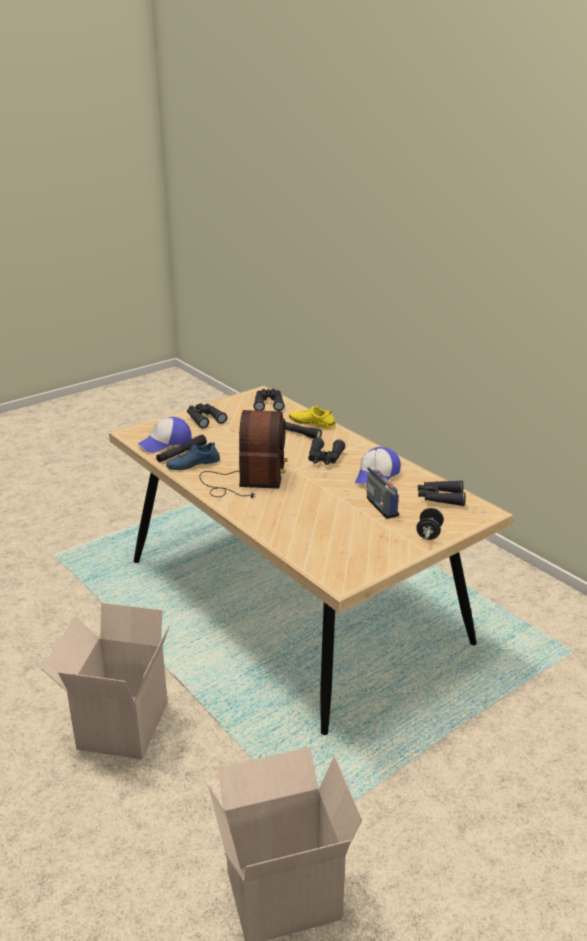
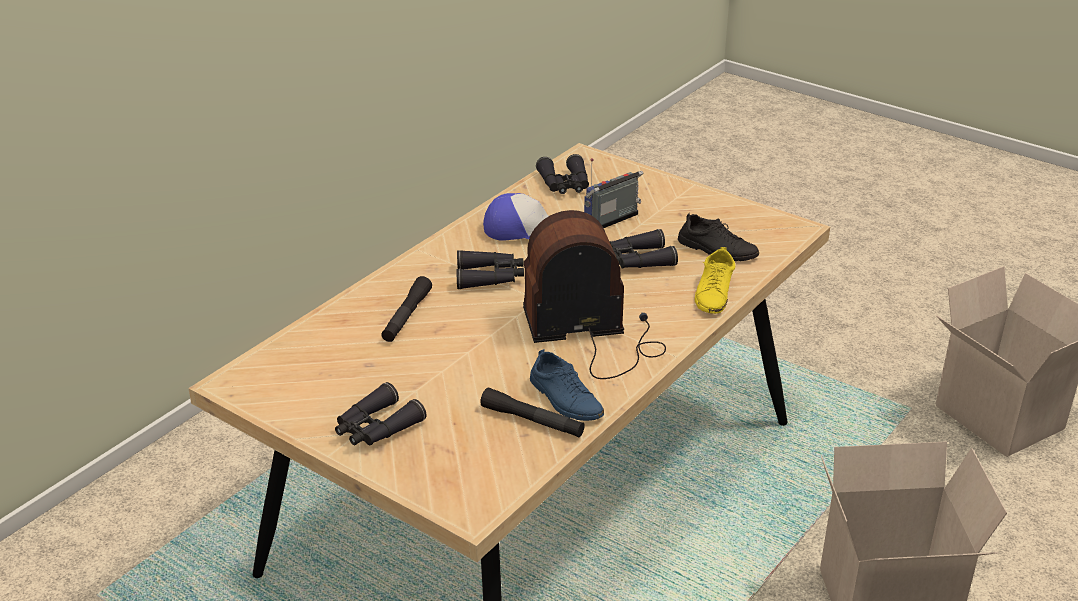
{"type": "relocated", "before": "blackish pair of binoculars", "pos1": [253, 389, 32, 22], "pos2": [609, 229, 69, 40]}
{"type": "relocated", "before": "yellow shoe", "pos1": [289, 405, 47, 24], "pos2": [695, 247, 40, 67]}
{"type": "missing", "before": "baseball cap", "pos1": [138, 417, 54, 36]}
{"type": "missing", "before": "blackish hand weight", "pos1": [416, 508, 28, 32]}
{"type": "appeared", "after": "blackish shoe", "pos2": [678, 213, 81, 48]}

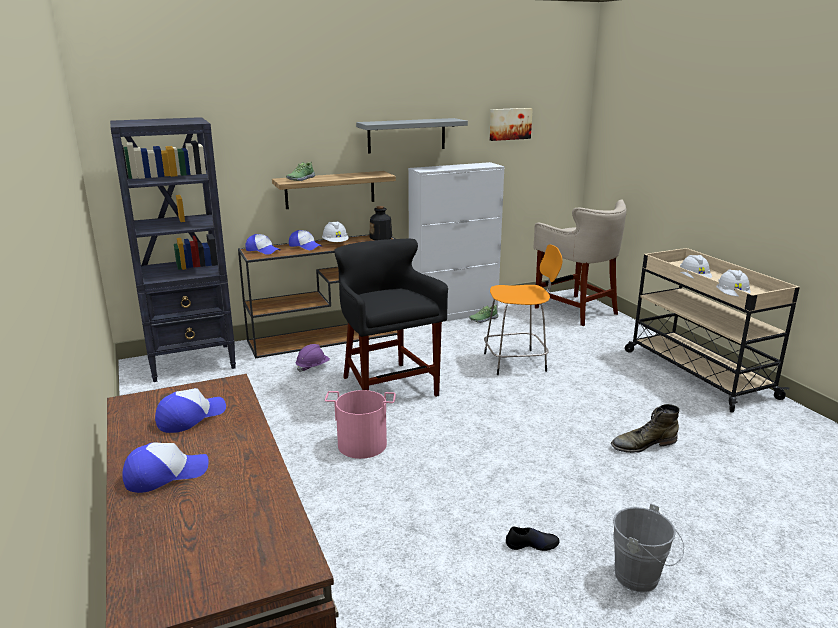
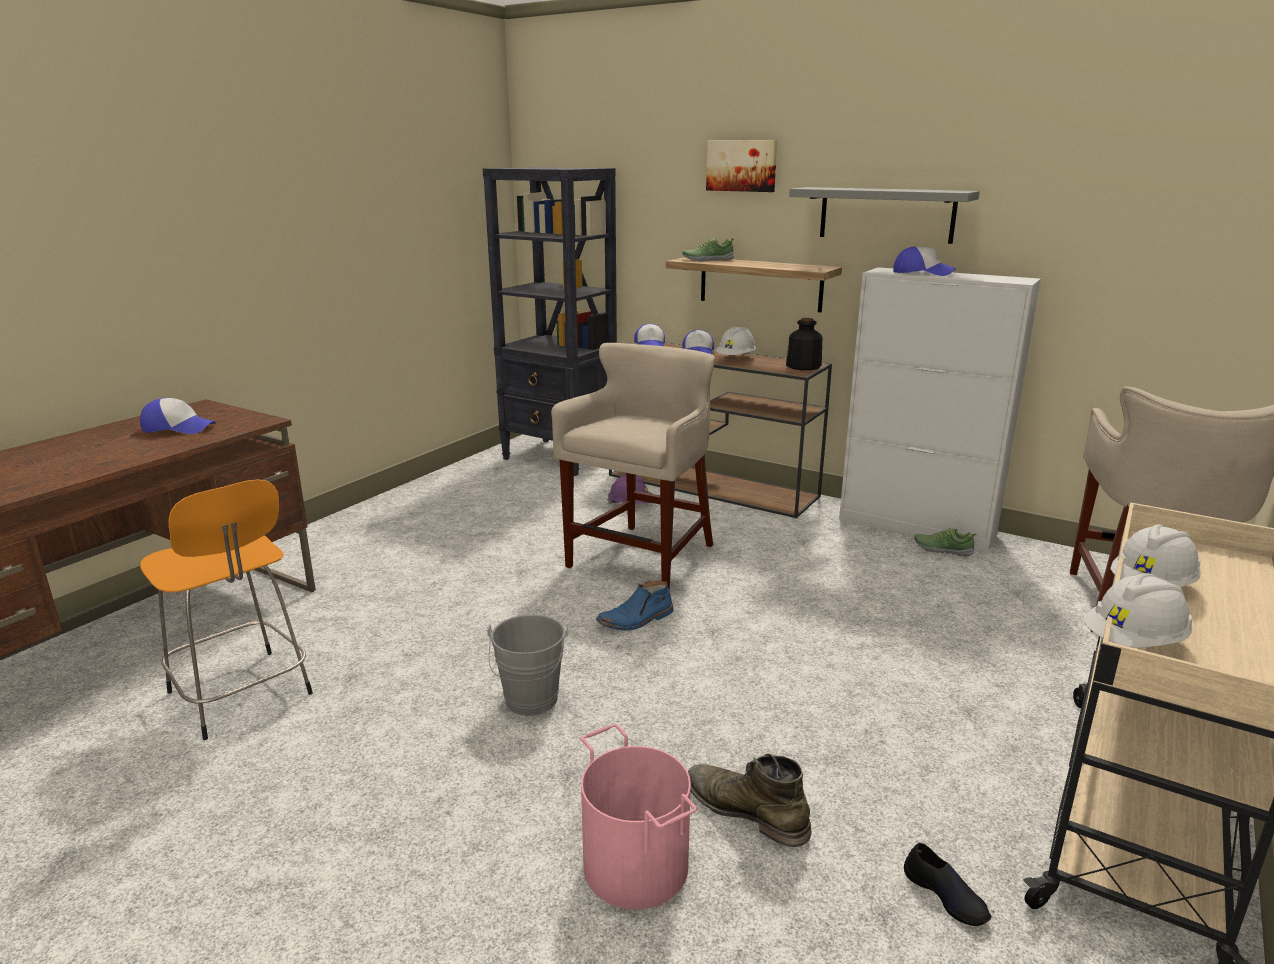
{"type": "relocated", "before": "wall picture", "pos1": [490, 108, 43, 33], "pos2": [706, 140, 71, 52]}
{"type": "colour", "before": "blackish stool seat", "after": "beige-coloured stool seat", "pos1": [334, 239, 114, 158], "pos2": [551, 343, 164, 247]}
{"type": "relocated", "before": "orange stool seat", "pos1": [484, 244, 78, 131], "pos2": [140, 479, 173, 261]}
{"type": "relocated", "before": "pink-coloured pail", "pos1": [325, 390, 71, 69], "pos2": [581, 724, 116, 185]}
{"type": "relocated", "before": "baseball cap", "pos1": [122, 443, 87, 50], "pos2": [893, 246, 63, 30]}
{"type": "relocated", "before": "gray pail", "pos1": [613, 504, 71, 88], "pos2": [487, 614, 81, 102]}
{"type": "relocated", "before": "blackish shoe", "pos1": [506, 527, 54, 24], "pos2": [904, 842, 87, 84]}
{"type": "appeared", "after": "blue-coloured high-top boot", "pos2": [596, 581, 77, 50]}

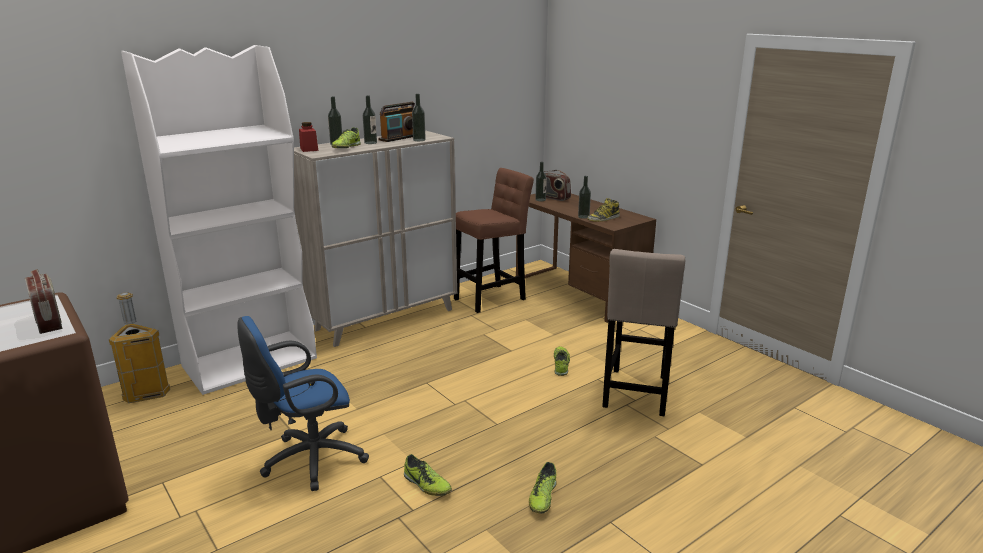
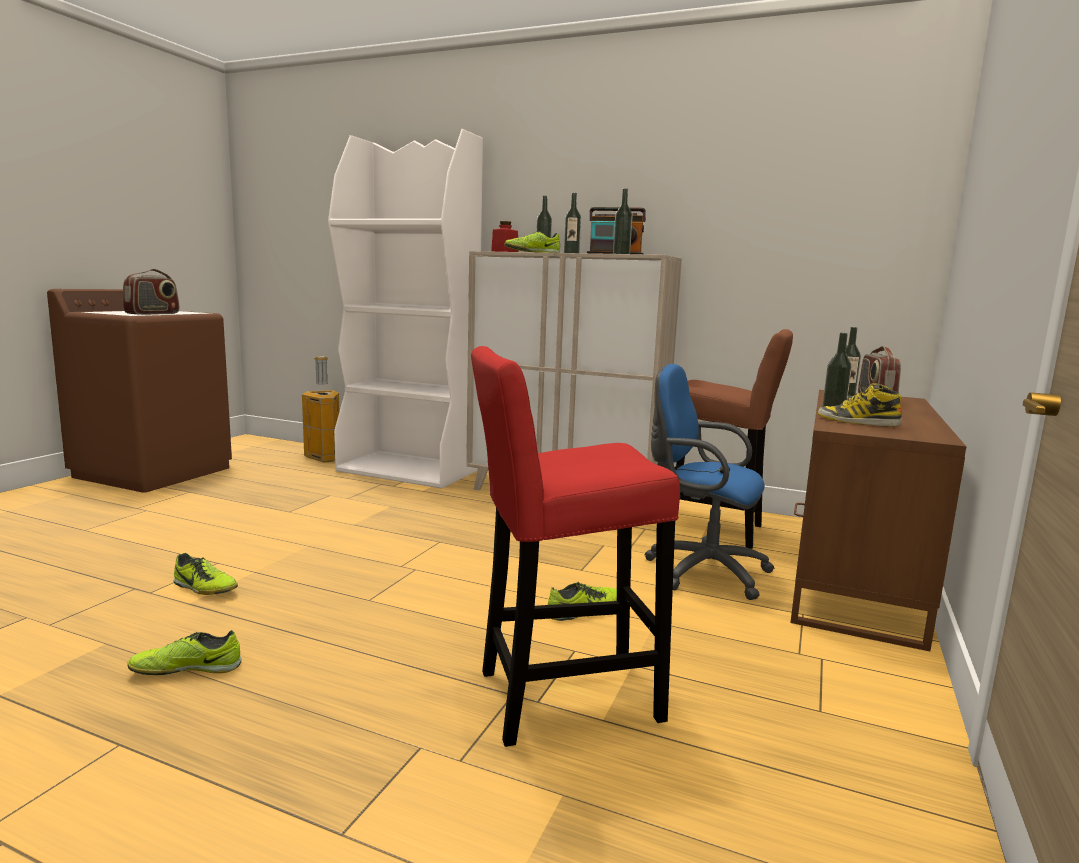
{"type": "colour", "before": "beige-coloured stool seat", "after": "reddish stool seat", "pos1": [602, 249, 83, 167], "pos2": [471, 346, 209, 401]}
{"type": "relocated", "before": "blue-coloured office chair", "pos1": [237, 316, 132, 175], "pos2": [645, 364, 129, 236]}
{"type": "spun", "before": "shoe", "pos1": [404, 454, 48, 42], "pos2": [174, 553, 64, 42], "turn": -75}

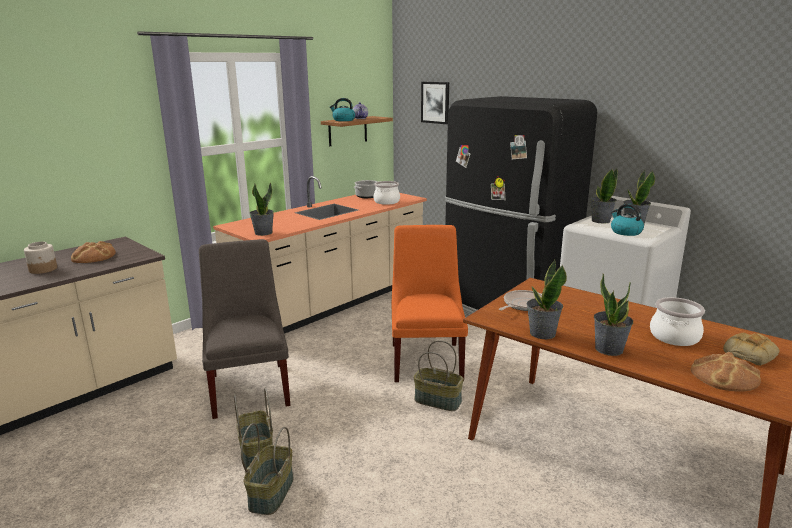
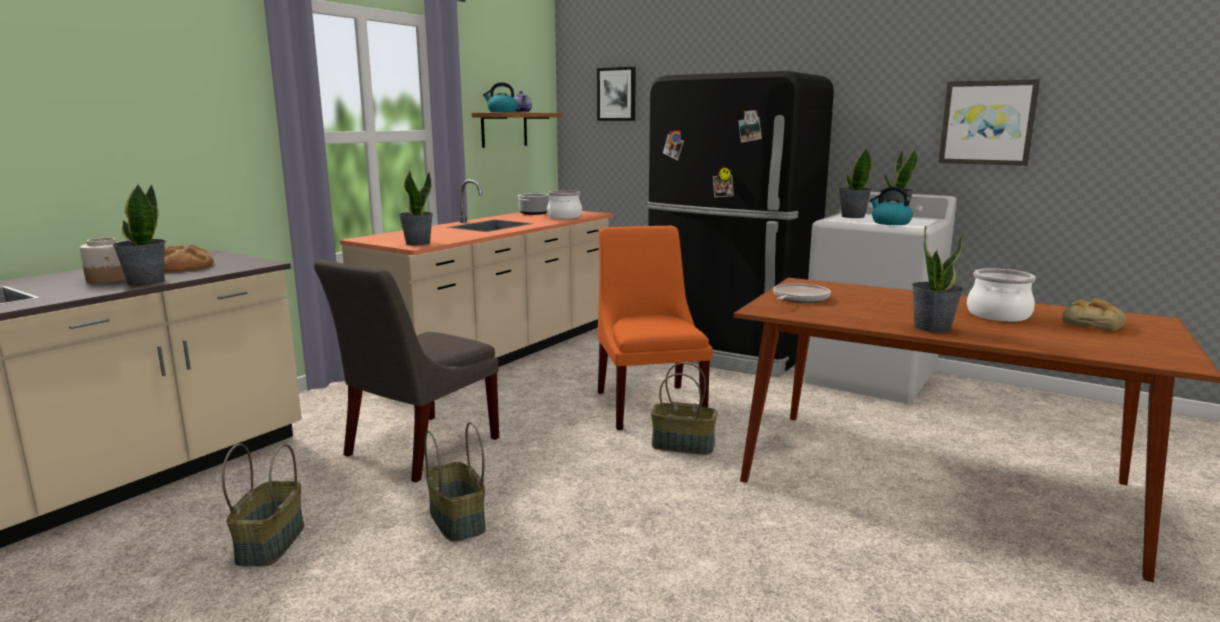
{"type": "spun", "before": "gray plain chair", "pos1": [199, 239, 91, 180], "pos2": [314, 259, 185, 223], "turn": -120}
{"type": "relocated", "before": "plant in a pot", "pos1": [527, 260, 40, 79], "pos2": [113, 185, 53, 101]}
{"type": "missing", "before": "bakery bread", "pos1": [691, 352, 70, 40]}
{"type": "relocated", "before": "basket", "pos1": [241, 423, 53, 92], "pos2": [222, 443, 82, 124]}
{"type": "appeared", "after": "wall picture", "pos2": [939, 79, 101, 87]}

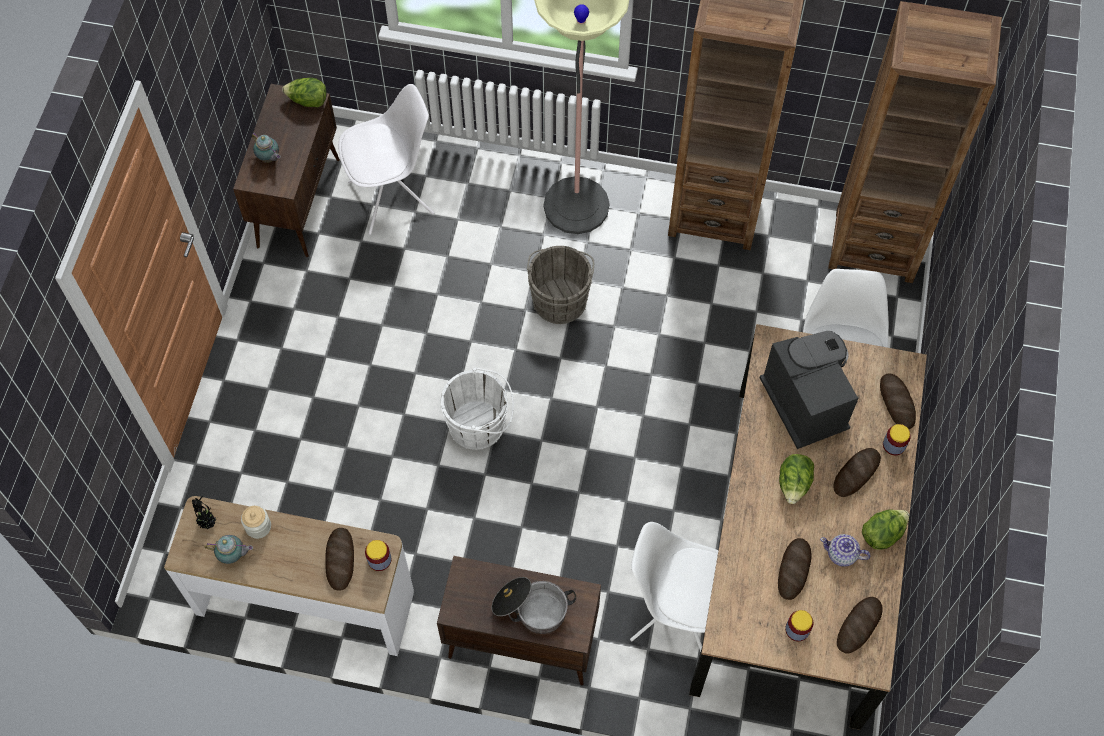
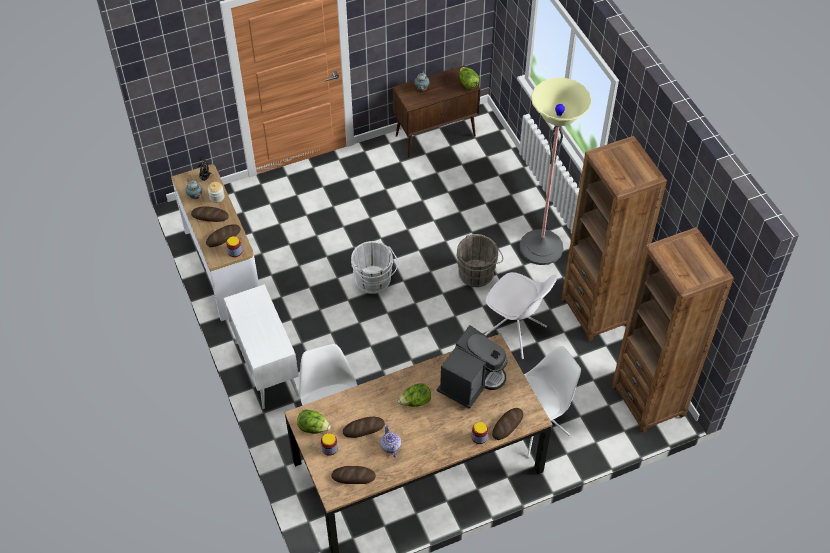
{"type": "relocated", "before": "white-coloured plain chair", "pos1": [338, 84, 96, 151], "pos2": [484, 272, 73, 87]}
{"type": "relocated", "before": "bakery bread", "pos1": [833, 448, 48, 49], "pos2": [191, 207, 38, 15]}
{"type": "relocated", "before": "lettuce", "pos1": [862, 510, 47, 40], "pos2": [297, 409, 34, 25]}
{"type": "colour", "before": "brown cupboard", "after": "white-coloured cupboard", "pos1": [437, 556, 164, 130], "pos2": [224, 284, 75, 125]}
{"type": "missing", "before": "stockpot", "pos1": [492, 577, 84, 57]}

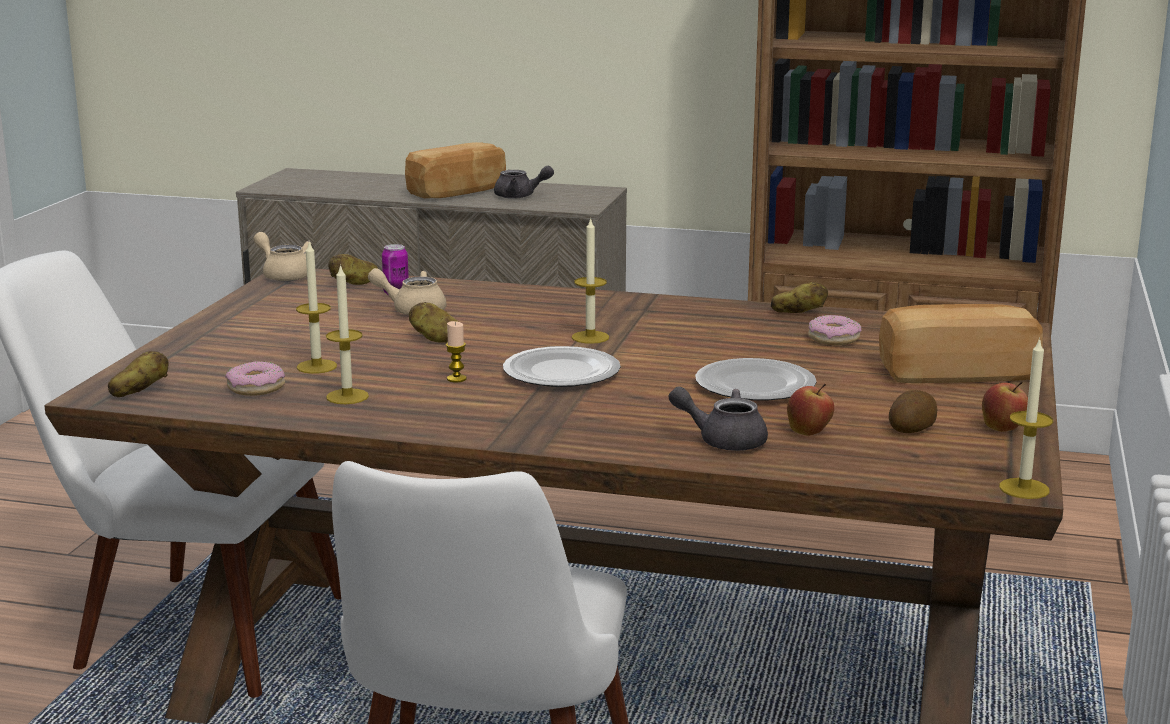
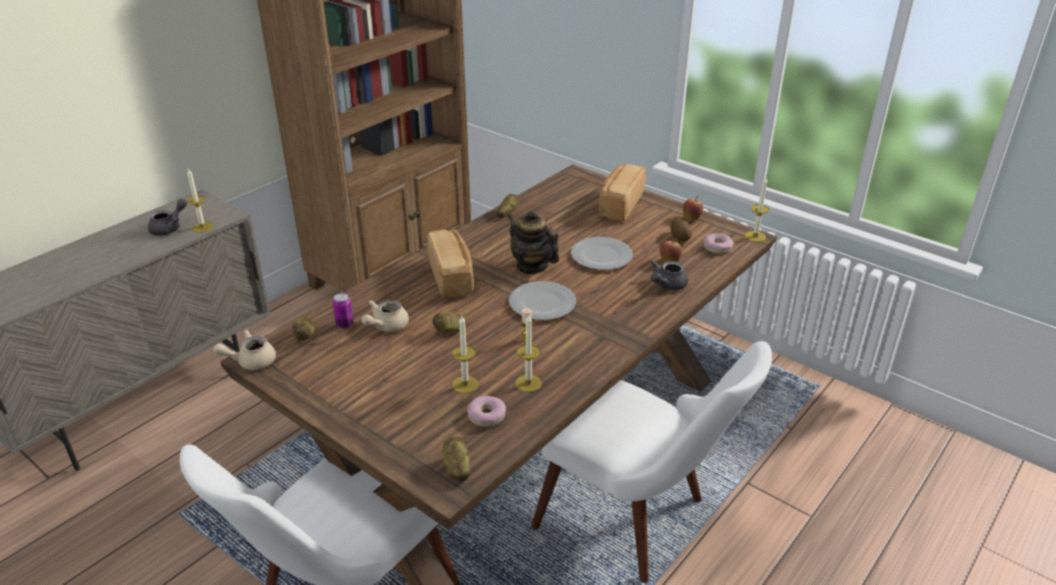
{"type": "relocated", "before": "bakery bread", "pos1": [405, 142, 101, 56], "pos2": [427, 229, 46, 70]}
{"type": "relocated", "before": "candle", "pos1": [572, 217, 37, 127], "pos2": [187, 168, 26, 65]}
{"type": "relocated", "before": "doughnut", "pos1": [808, 315, 53, 30], "pos2": [703, 233, 30, 21]}
{"type": "appeared", "after": "pot for tea", "pos2": [507, 210, 52, 64]}

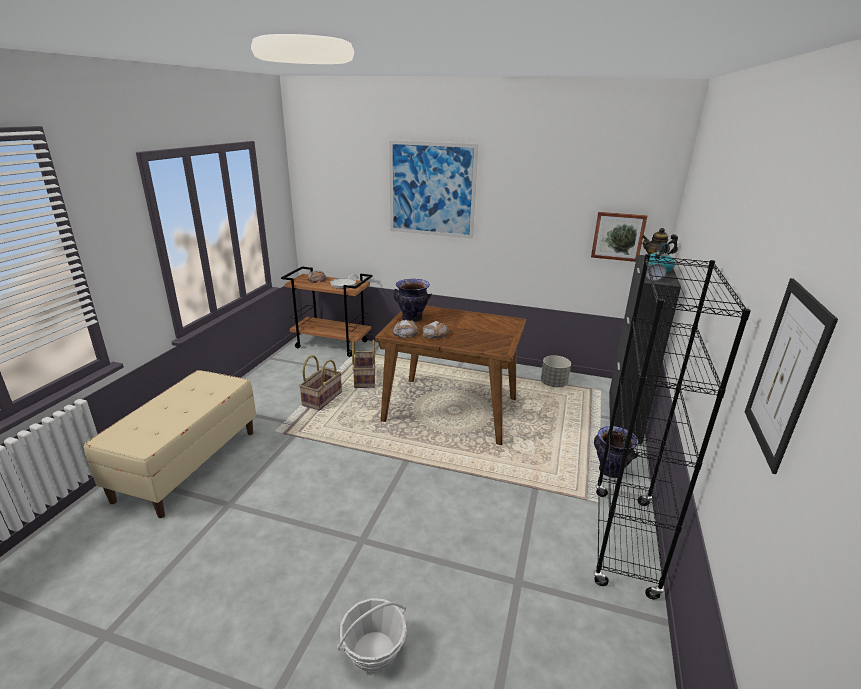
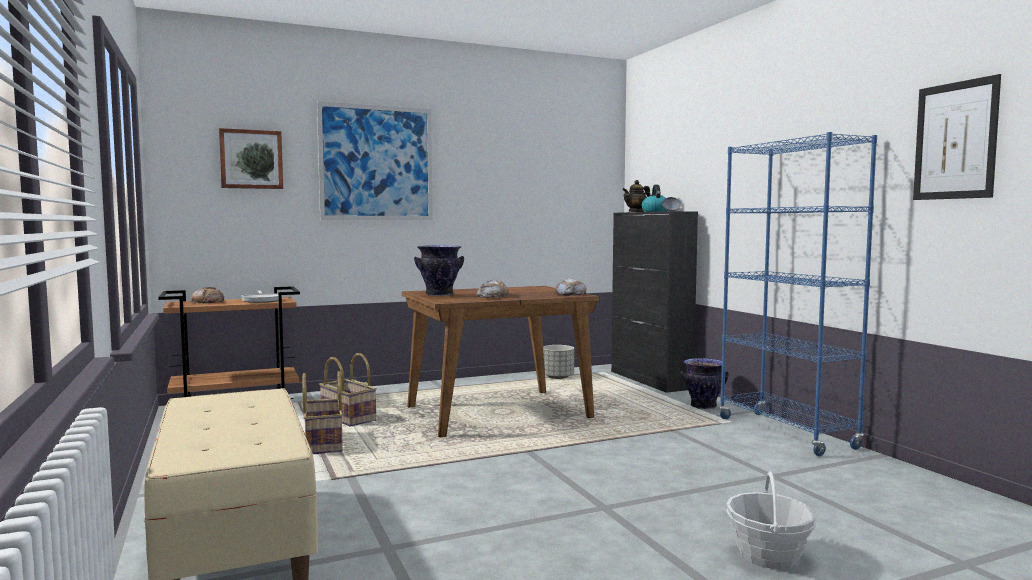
{"type": "relocated", "before": "wall picture", "pos1": [591, 212, 56, 50], "pos2": [219, 128, 64, 61]}
{"type": "colour", "before": "blackish bookcase", "after": "blue-coloured bookcase", "pos1": [593, 254, 158, 345], "pos2": [719, 132, 158, 324]}
{"type": "relocated", "before": "bakery bread", "pos1": [393, 320, 26, 18], "pos2": [555, 278, 32, 18]}

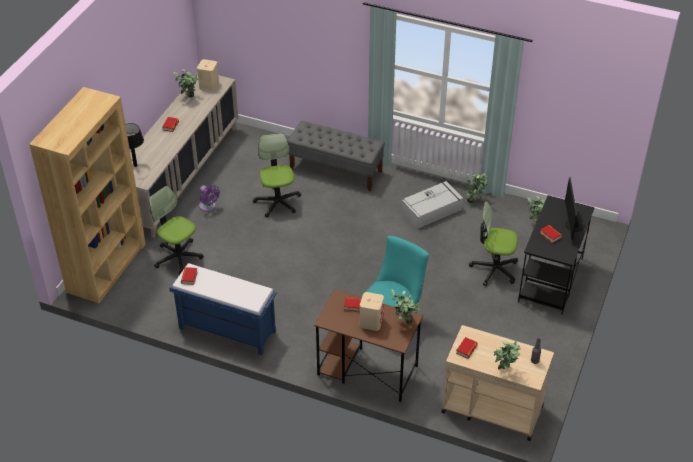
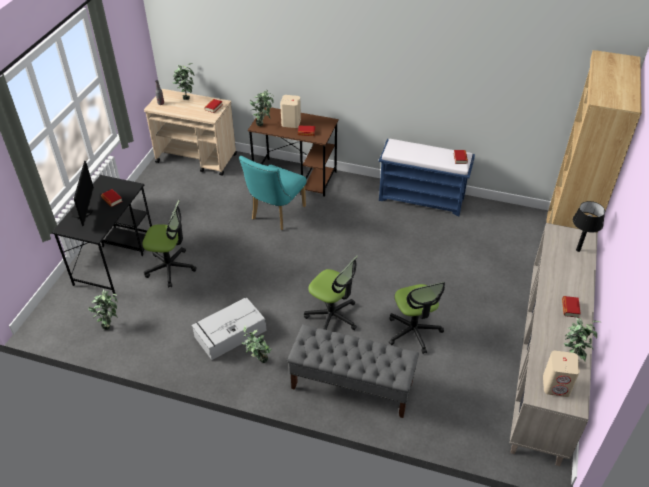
{"type": "relocated", "before": "plant in a pot", "pos1": [464, 172, 24, 31], "pos2": [242, 325, 30, 38]}
{"type": "missing", "before": "purple-coloured cooling fan", "pos1": [199, 185, 21, 27]}
{"type": "relocated", "before": "office chair", "pos1": [149, 186, 55, 89], "pos2": [304, 255, 54, 75]}

